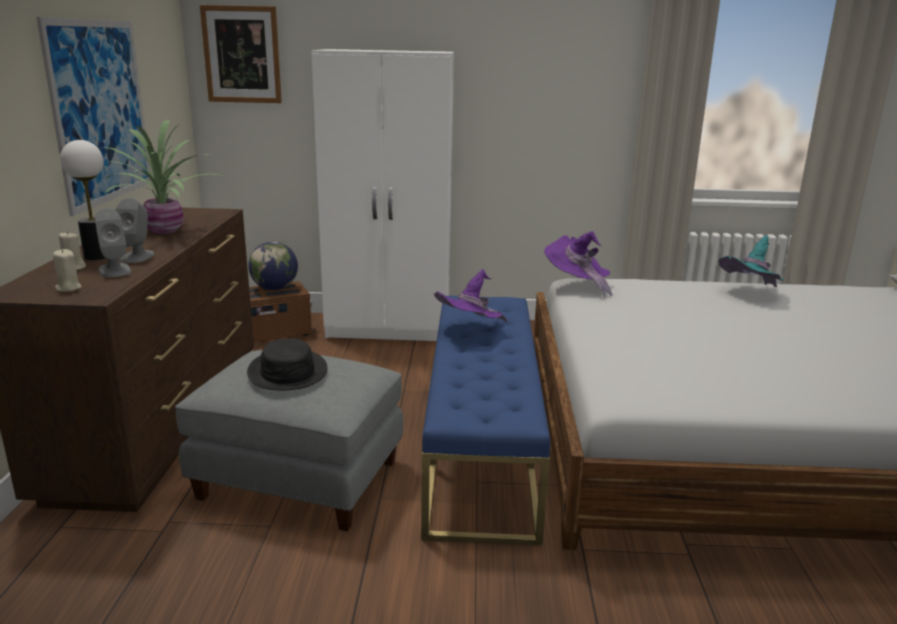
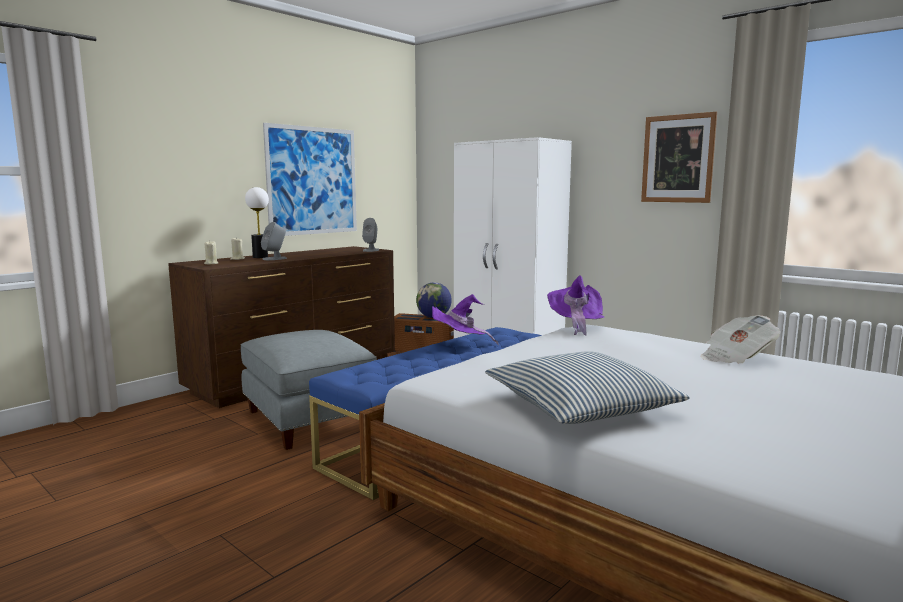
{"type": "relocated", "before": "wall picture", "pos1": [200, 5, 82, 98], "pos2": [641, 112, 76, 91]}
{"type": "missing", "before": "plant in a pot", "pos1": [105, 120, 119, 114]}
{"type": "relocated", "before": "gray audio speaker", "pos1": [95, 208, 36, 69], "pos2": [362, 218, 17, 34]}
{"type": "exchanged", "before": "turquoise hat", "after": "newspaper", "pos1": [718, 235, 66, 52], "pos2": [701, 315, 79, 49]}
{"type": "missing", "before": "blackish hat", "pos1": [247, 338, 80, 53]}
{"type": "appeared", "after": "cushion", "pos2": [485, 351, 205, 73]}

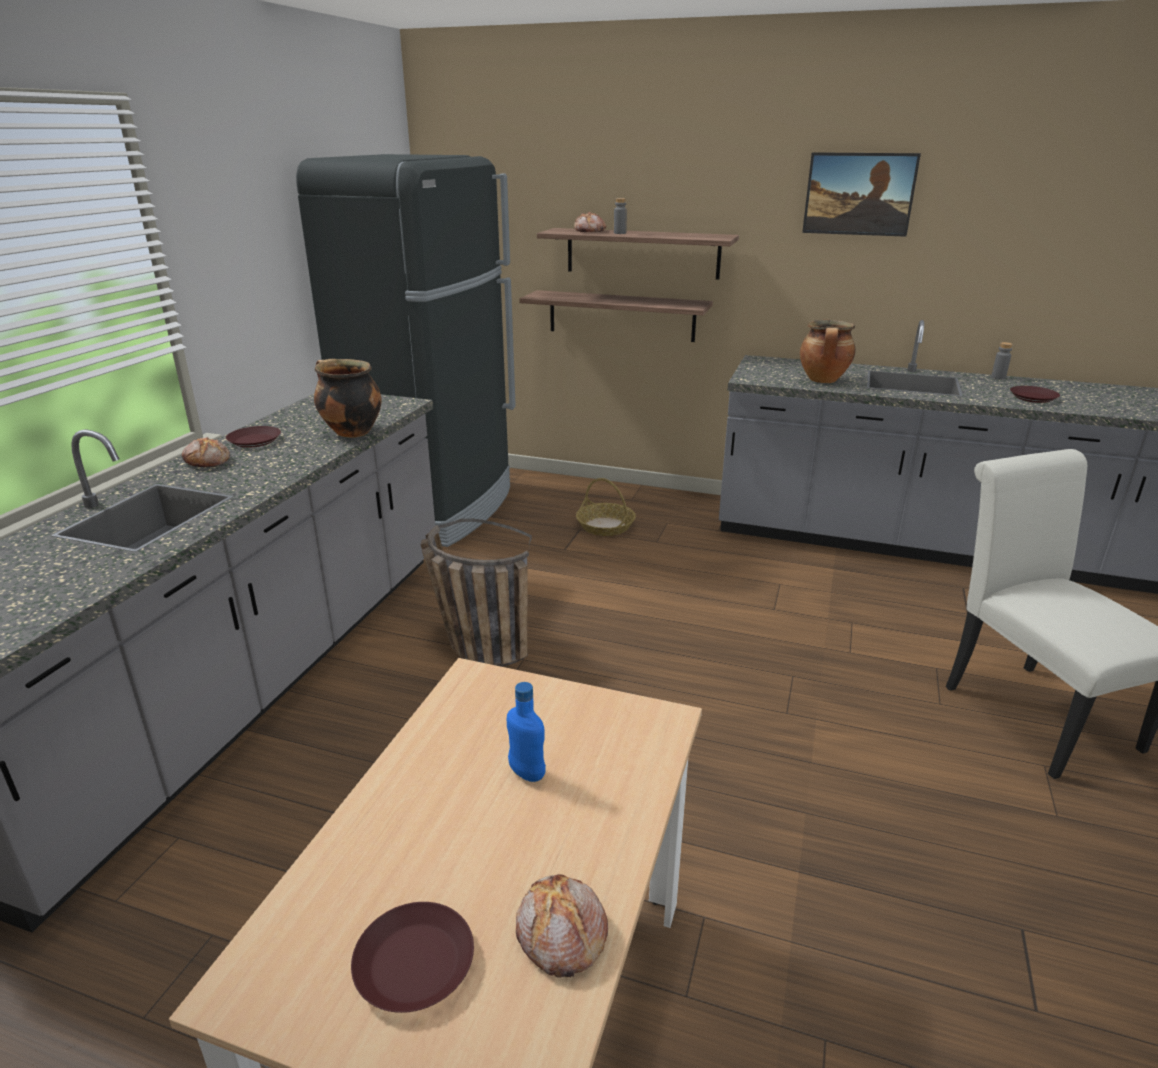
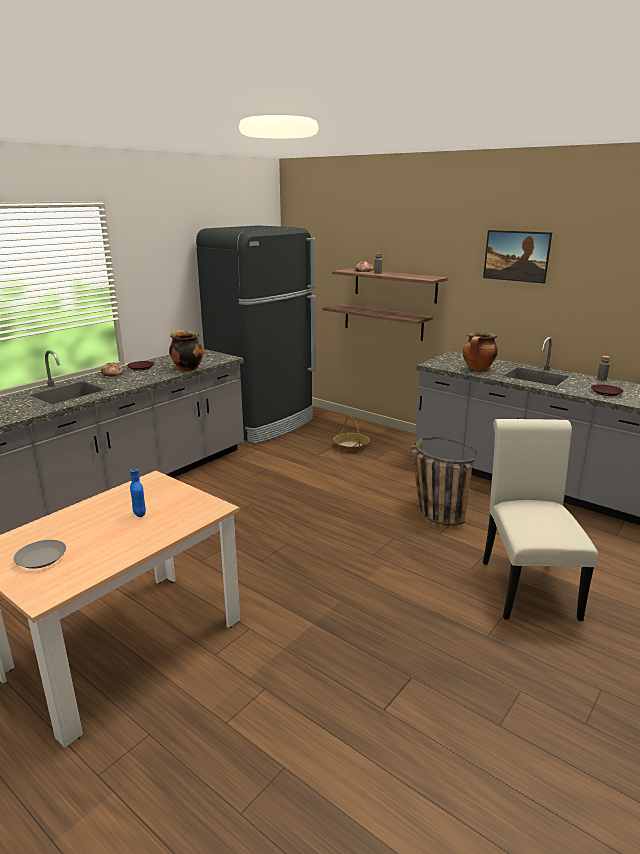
{"type": "relocated", "before": "basket", "pos1": [421, 519, 111, 148], "pos2": [411, 437, 66, 89]}
{"type": "missing", "before": "bakery bread", "pos1": [516, 874, 92, 104]}
{"type": "colour", "before": "brown plate", "after": "gray plate", "pos1": [351, 902, 123, 111], "pos2": [13, 540, 53, 29]}

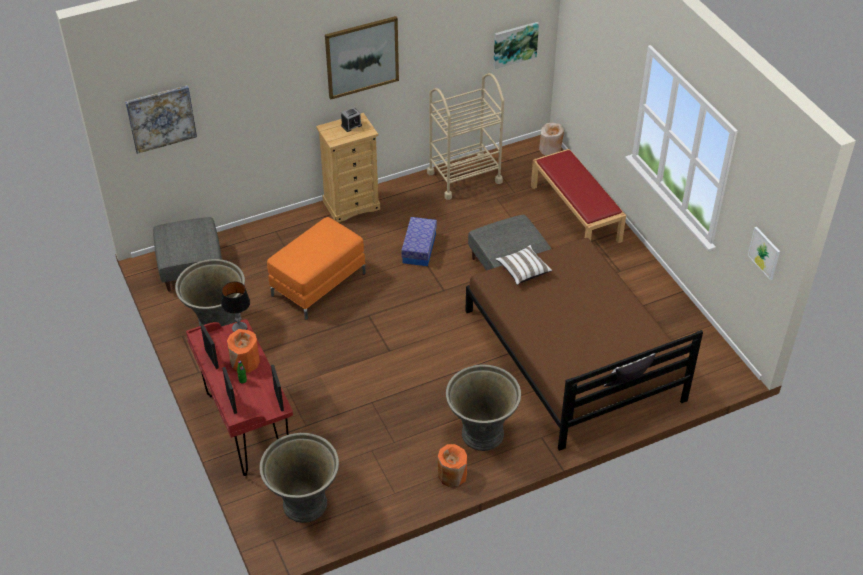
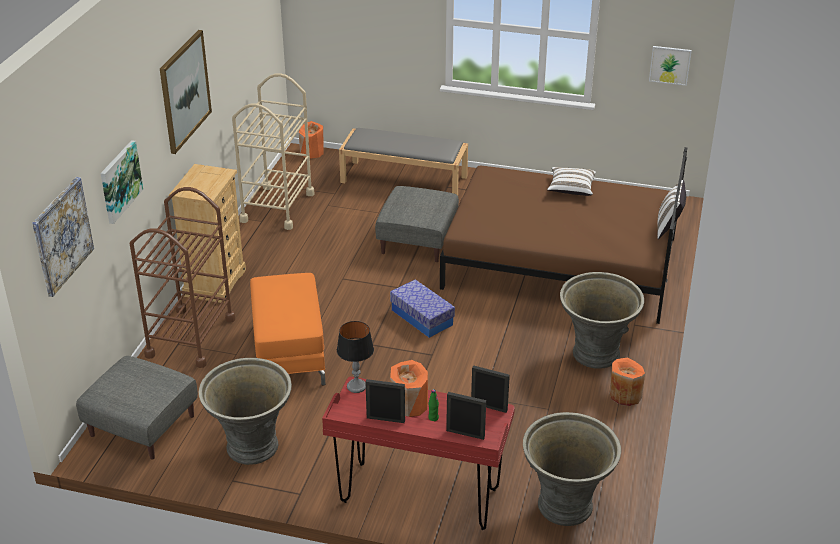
{"type": "relocated", "before": "wall picture", "pos1": [493, 22, 46, 47], "pos2": [101, 140, 42, 84]}
{"type": "missing", "before": "bedside clock", "pos1": [341, 107, 21, 25]}
{"type": "colour", "before": "beige-coloured vase", "after": "orange vase", "pos1": [539, 123, 25, 33], "pos2": [299, 121, 25, 38]}
{"type": "colour", "before": "reddish long seat", "after": "gray long seat", "pos1": [531, 149, 95, 94], "pos2": [339, 128, 129, 67]}
{"type": "relocated", "before": "storage bin", "pos1": [401, 217, 36, 49], "pos2": [390, 279, 65, 59]}
{"type": "relocated", "before": "white-coloured cushion", "pos1": [495, 245, 57, 40], "pos2": [547, 167, 49, 29]}
{"type": "appeared", "after": "brown wheeled cart", "pos2": [130, 187, 105, 181]}

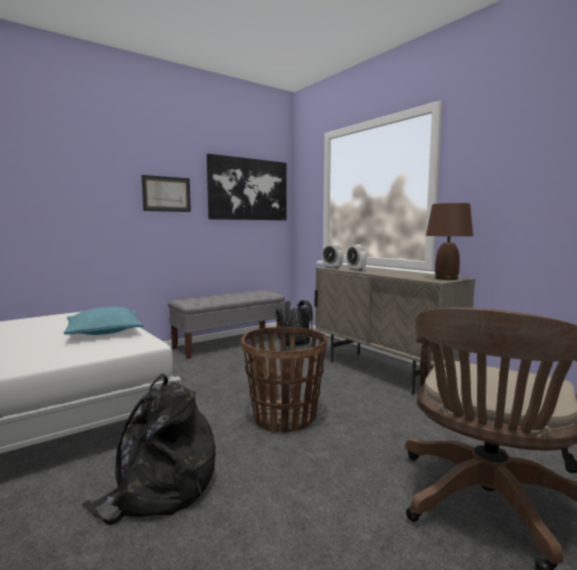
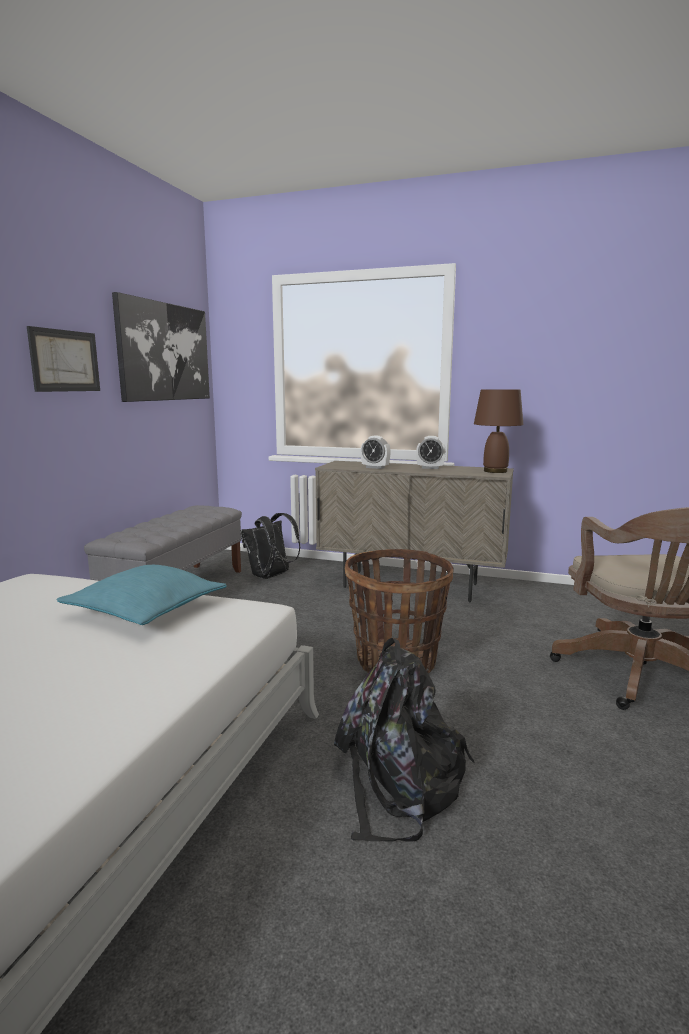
{"type": "relocated", "before": "bedside clock", "pos1": [322, 244, 21, 25], "pos2": [416, 436, 30, 33]}

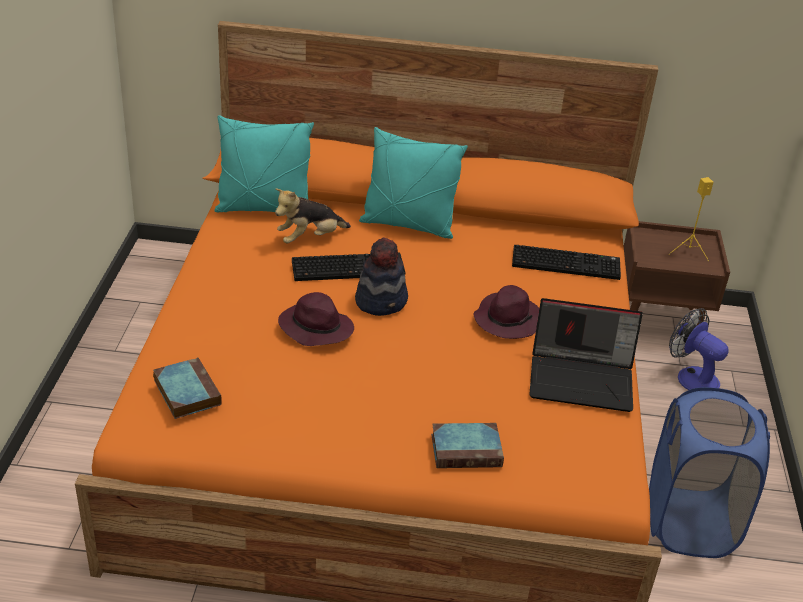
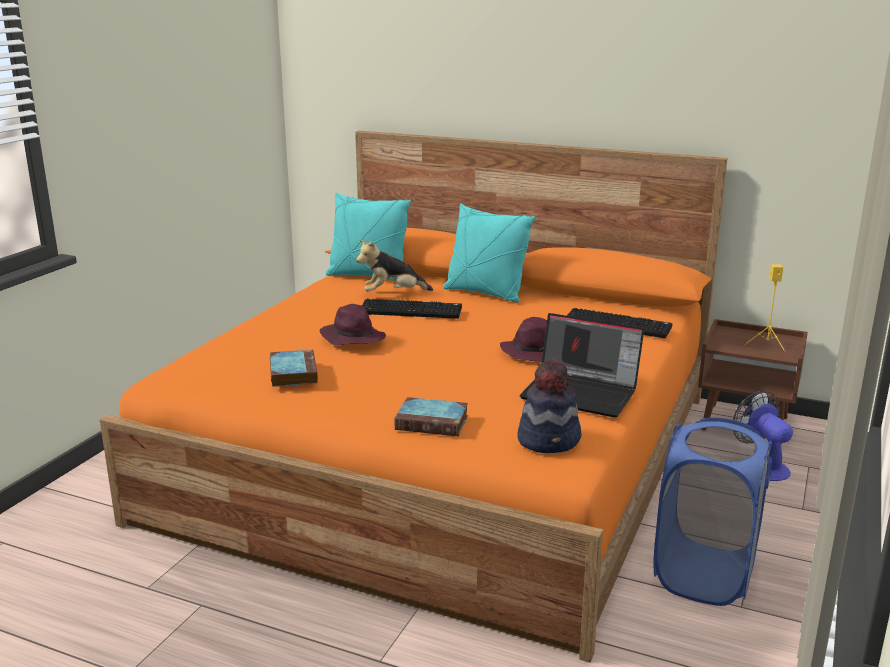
{"type": "relocated", "before": "hat", "pos1": [355, 237, 53, 79], "pos2": [517, 359, 65, 94]}
{"type": "relocated", "before": "volume", "pos1": [153, 357, 69, 62], "pos2": [270, 349, 48, 38]}

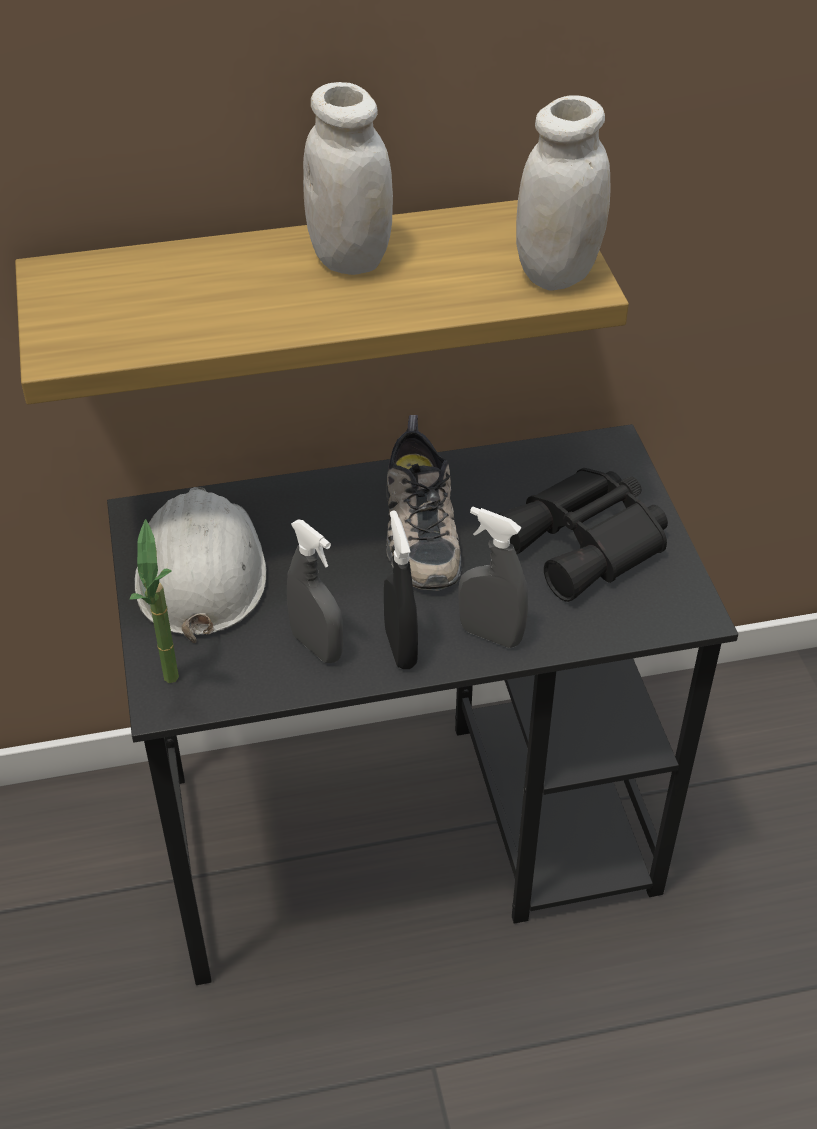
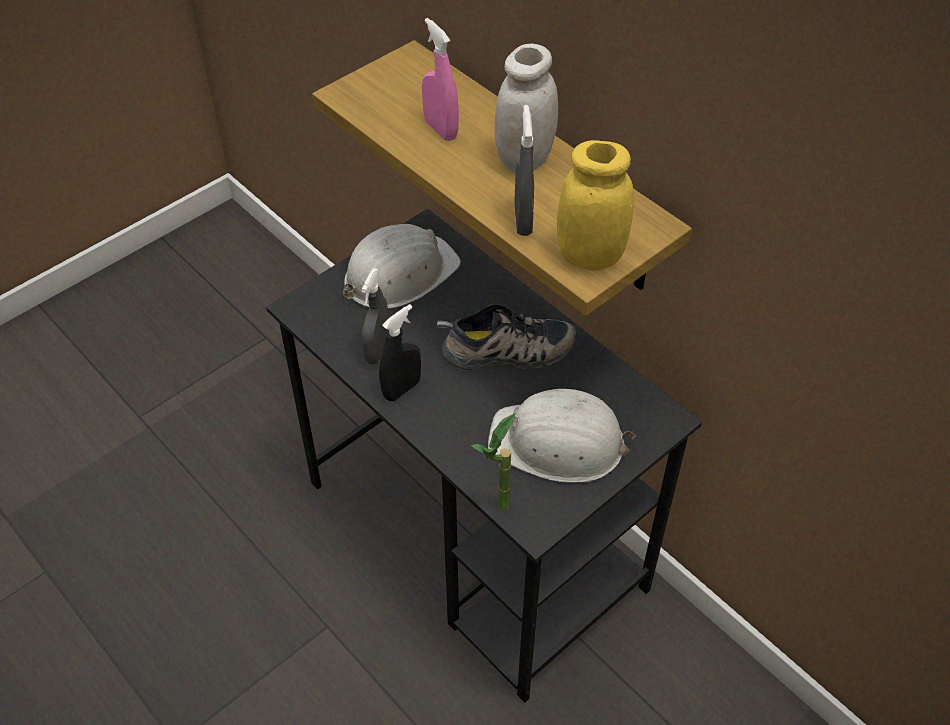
{"type": "colour", "before": "white-coloured jar", "after": "yellow jar", "pos1": [516, 95, 95, 196], "pos2": [557, 140, 77, 131]}
{"type": "spun", "before": "shoe", "pos1": [386, 415, 76, 176], "pos2": [437, 303, 139, 67], "turn": -150}
{"type": "exchanged", "before": "blackish pair of binoculars", "after": "white-coloured hard hat", "pos1": [498, 468, 170, 134], "pos2": [488, 389, 148, 94]}
{"type": "relocated", "before": "gray sprayer", "pos1": [459, 506, 69, 142], "pos2": [514, 105, 20, 131]}
{"type": "relocated", "before": "plant in a pot", "pos1": [130, 519, 49, 164], "pos2": [471, 413, 45, 98]}
{"type": "appeared", "after": "pink-coloured sprayer", "pos2": [422, 18, 37, 123]}

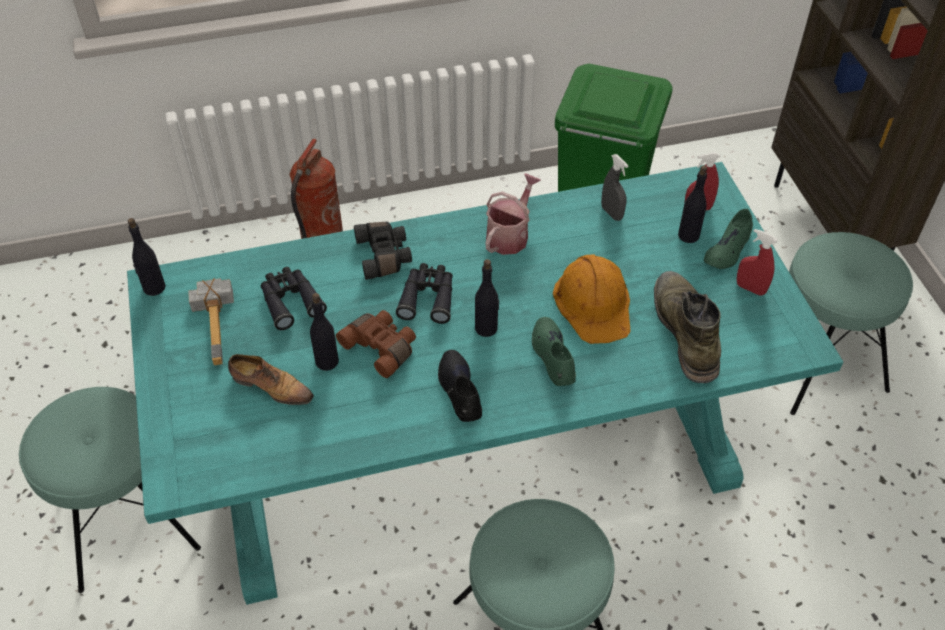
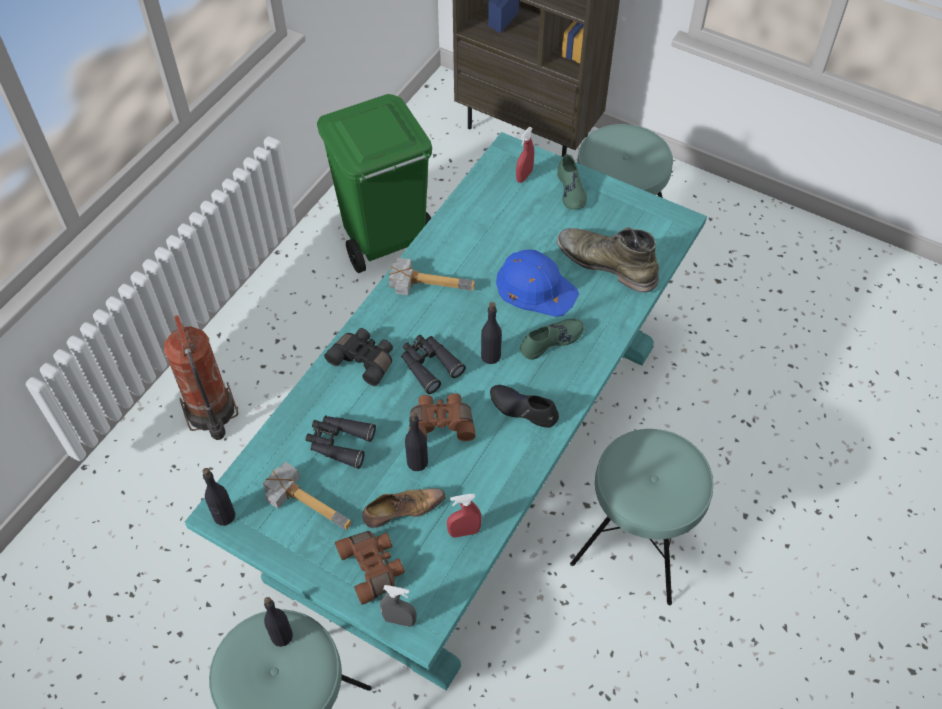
{"type": "relocated", "before": "gray sprayer", "pos1": [601, 154, 27, 67], "pos2": [380, 585, 37, 42]}
{"type": "relocated", "before": "blackish bottle", "pos1": [678, 165, 29, 78], "pos2": [264, 597, 29, 50]}
{"type": "exchanged", "before": "watering pot", "after": "hammer", "pos1": [486, 174, 55, 81], "pos2": [389, 258, 86, 37]}
{"type": "relocated", "before": "reddish sprayer", "pos1": [737, 229, 41, 67], "pos2": [447, 494, 35, 44]}
{"type": "colour", "before": "orange hard hat", "after": "blue-coloured hard hat", "pos1": [553, 255, 78, 89], "pos2": [496, 250, 83, 67]}
{"type": "spun", "before": "green-coloured shoe", "pos1": [532, 317, 44, 69], "pos2": [520, 319, 64, 41], "turn": 120}
{"type": "appeared", "after": "brown pair of binoculars", "pos2": [335, 531, 70, 74]}

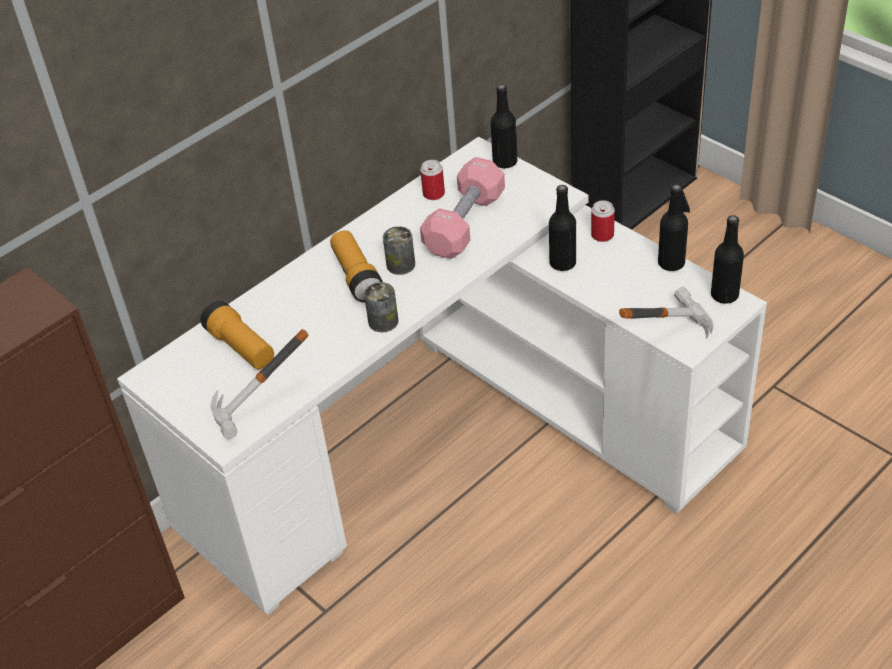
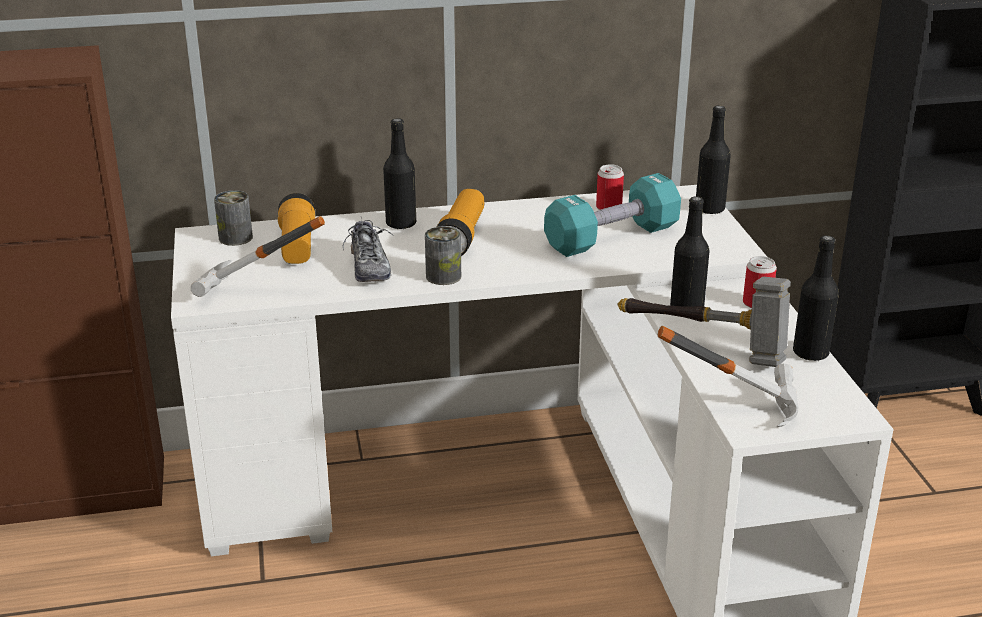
{"type": "colour", "before": "pink-coloured hand weight", "after": "turquoise hand weight", "pos1": [420, 157, 85, 102], "pos2": [544, 173, 137, 84]}
{"type": "relocated", "before": "blackish bottle", "pos1": [711, 215, 33, 89], "pos2": [383, 118, 33, 111]}
{"type": "relocated", "before": "sealed can", "pos1": [383, 226, 32, 49], "pos2": [214, 190, 39, 56]}
{"type": "appeared", "after": "shoe", "pos2": [343, 217, 51, 65]}
{"type": "appeared", "after": "hammer", "pos2": [617, 277, 174, 90]}

